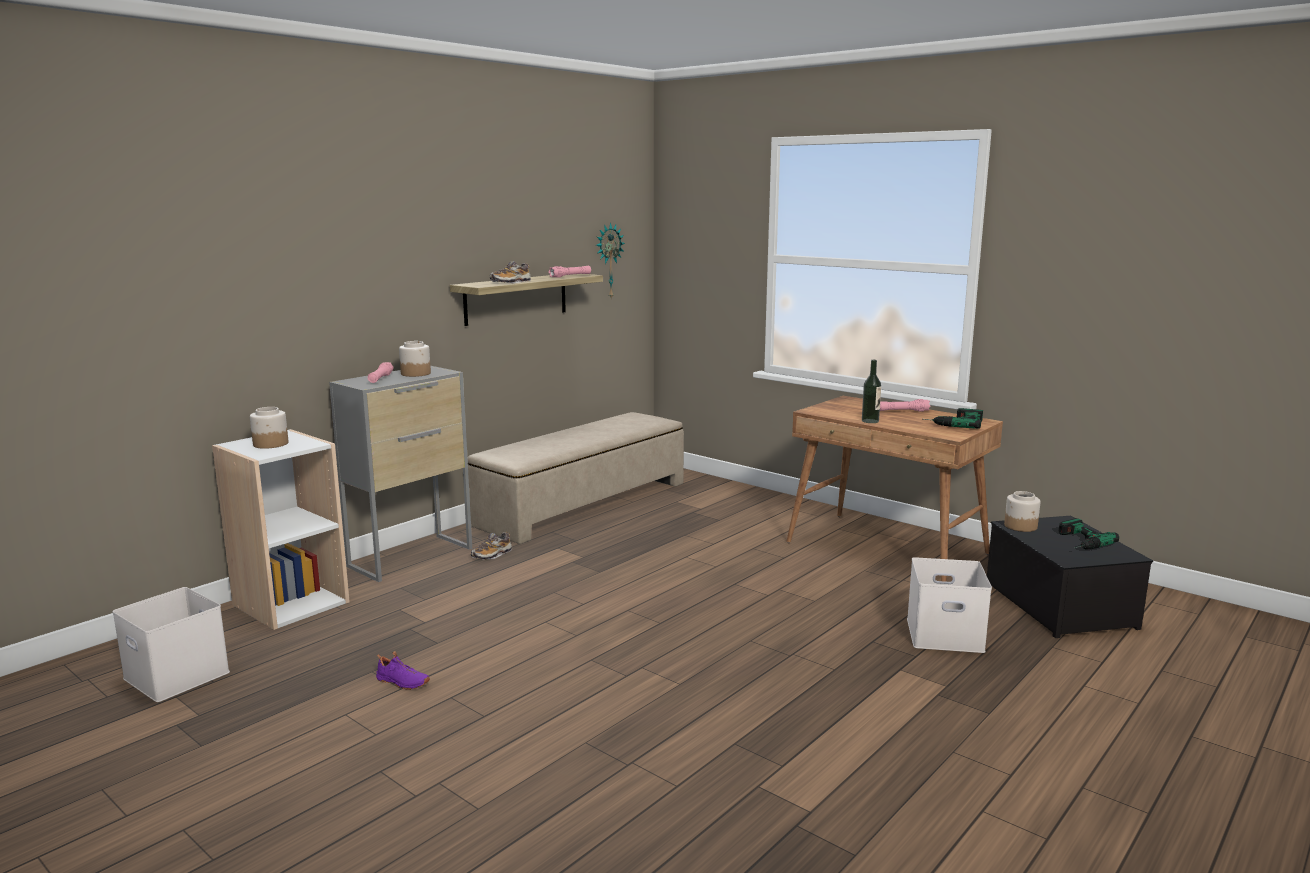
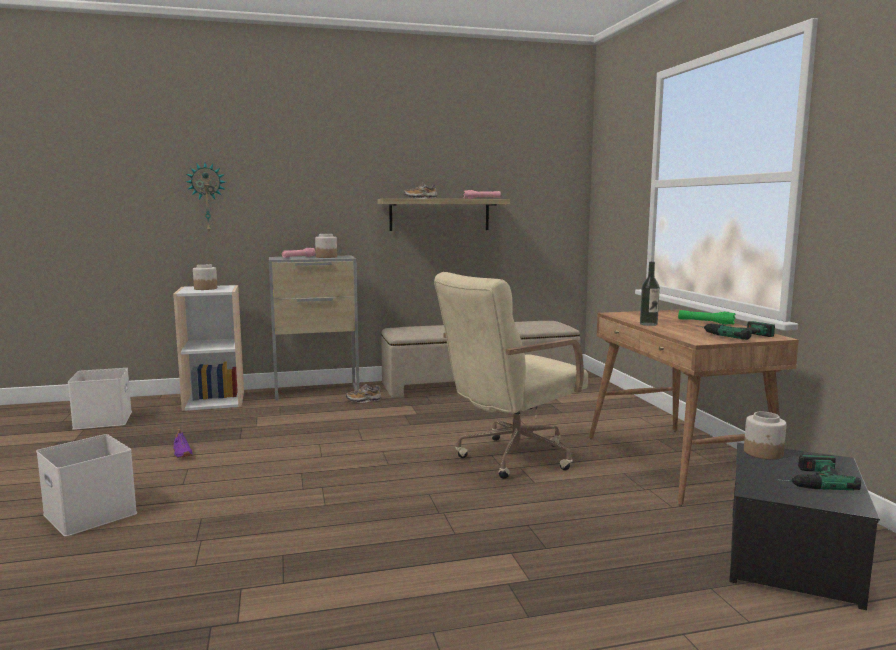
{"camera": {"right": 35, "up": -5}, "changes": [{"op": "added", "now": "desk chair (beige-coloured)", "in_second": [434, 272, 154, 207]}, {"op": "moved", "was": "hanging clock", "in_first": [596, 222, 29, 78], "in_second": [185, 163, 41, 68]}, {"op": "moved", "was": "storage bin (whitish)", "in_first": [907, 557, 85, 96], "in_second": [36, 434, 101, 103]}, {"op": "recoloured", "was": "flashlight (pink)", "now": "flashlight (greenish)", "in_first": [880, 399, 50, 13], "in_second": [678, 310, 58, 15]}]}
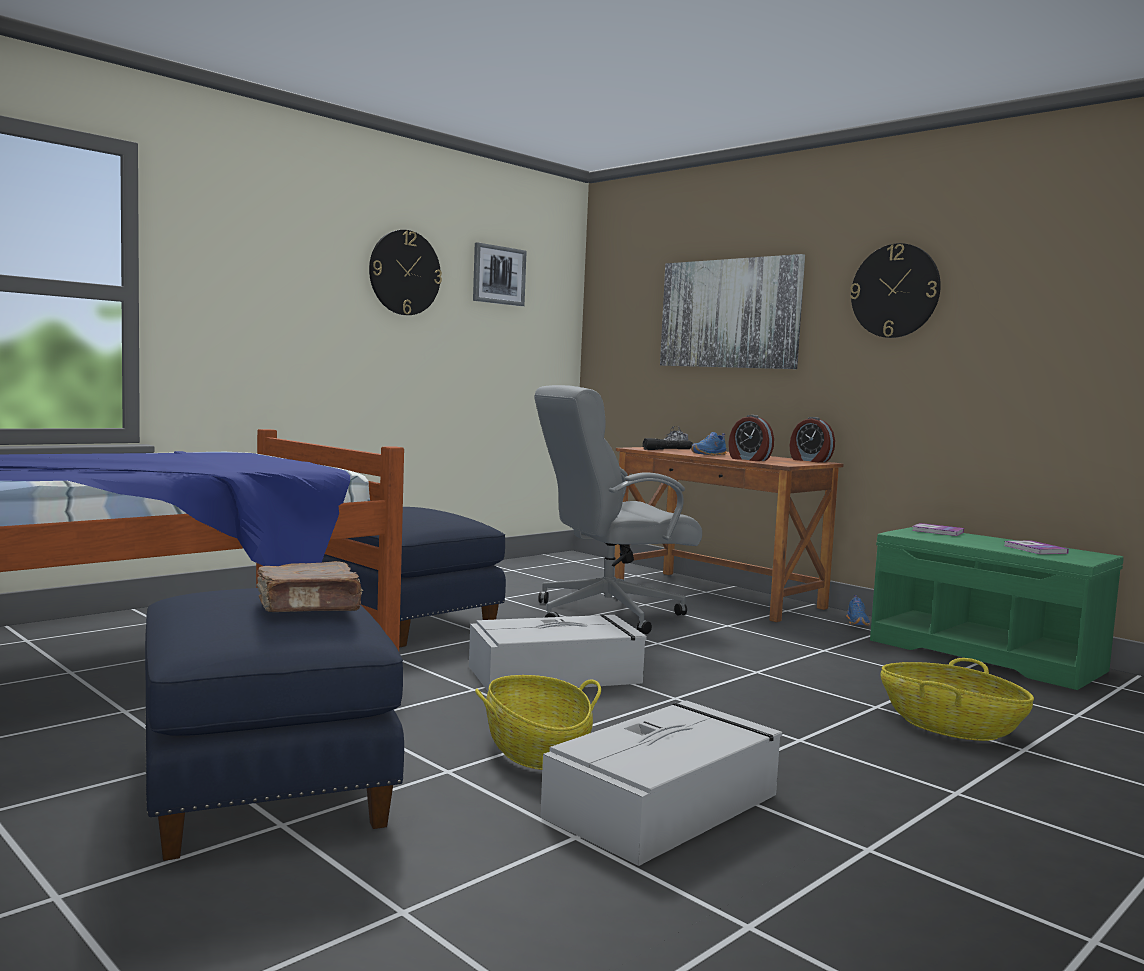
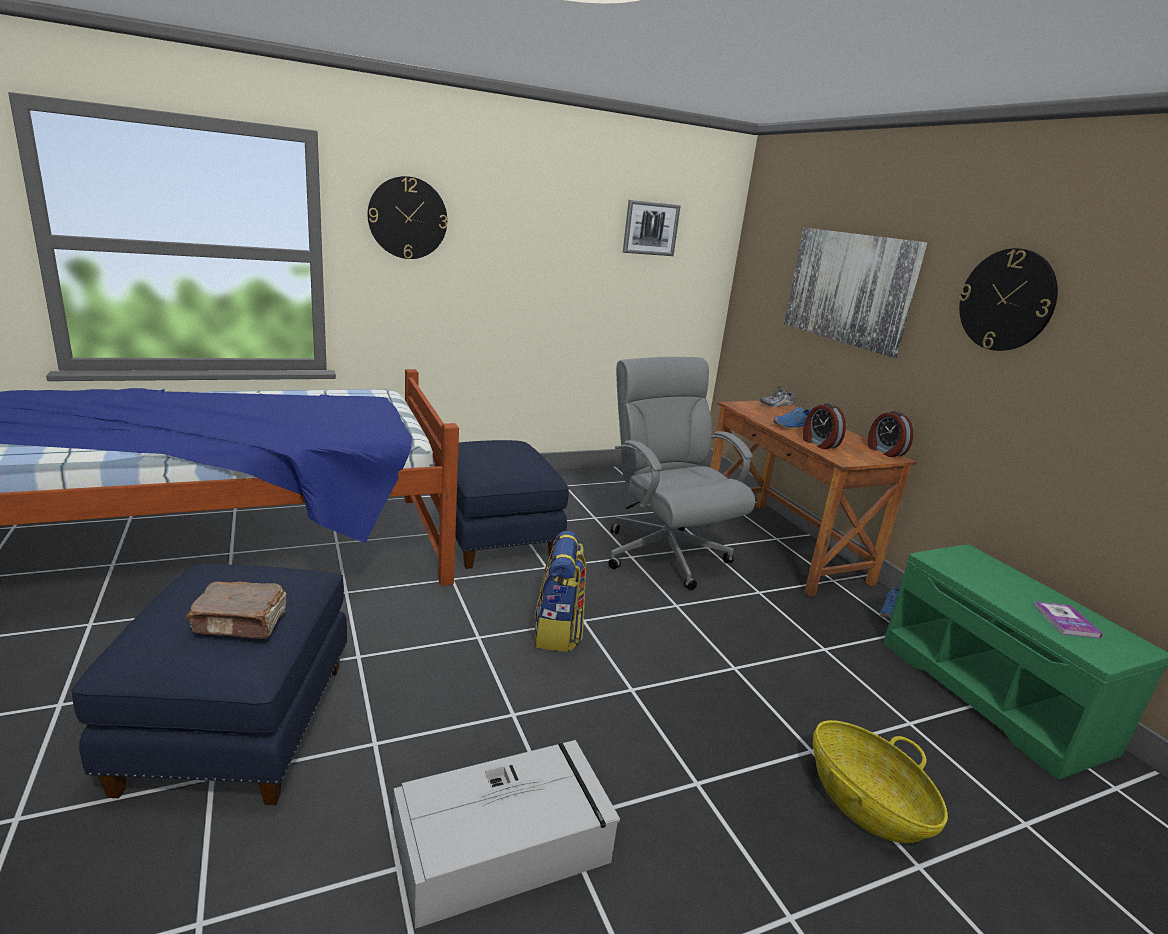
{"camera": {"right": 20, "up": 15}, "changes": [{"op": "removed", "was": "household basket", "in_first": [475, 675, 126, 95]}, {"op": "removed", "was": "flashlight (black)", "in_first": [643, 438, 50, 12]}, {"op": "removed", "was": "bound book", "in_first": [912, 523, 52, 13]}, {"op": "moved", "was": "hanging clock", "in_first": [369, 230, 73, 85], "in_second": [367, 176, 80, 83]}, {"op": "replaced", "was": "storage bin (grey)", "now": "backpack", "in_first": [469, 614, 178, 77], "in_second": [533, 531, 53, 121]}, {"op": "turned", "was": "desk chair (grey)", "in_first": [534, 385, 168, 249], "in_second": [608, 357, 147, 233], "clockwise": 60}]}
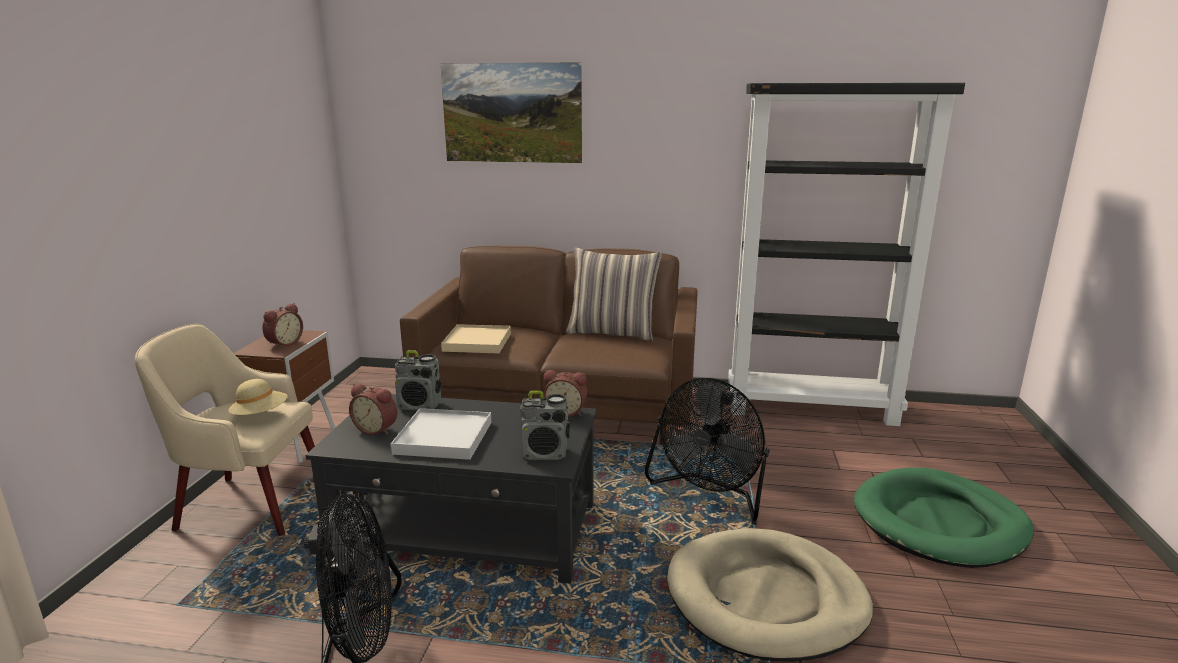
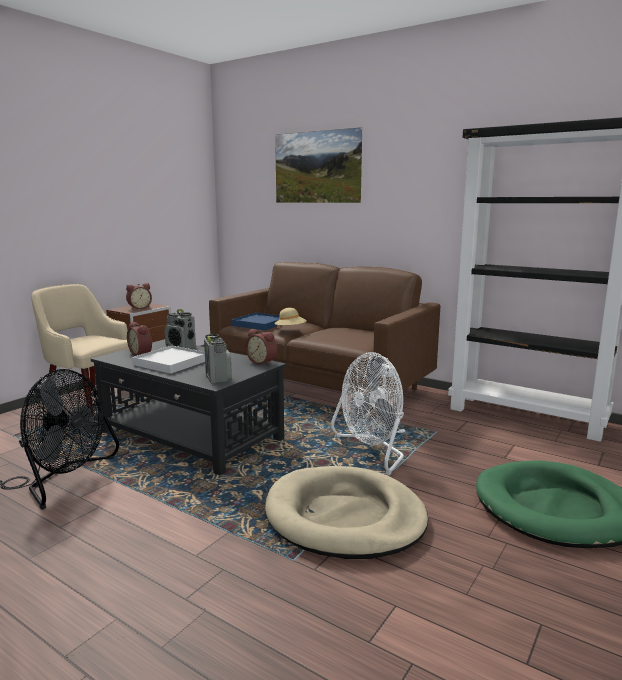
{"camera": {"right": 25, "up": -5}, "changes": [{"op": "removed", "was": "pillow", "in_first": [566, 248, 96, 93]}, {"op": "moved", "was": "hat (beige-coloured)", "in_first": [228, 379, 60, 36], "in_second": [274, 308, 33, 20]}, {"op": "recoloured", "was": "tray (beige-coloured)", "now": "tray (blue-coloured)", "in_first": [441, 324, 70, 29], "in_second": [231, 312, 48, 18]}, {"op": "recoloured", "was": "electric fan (black)", "now": "electric fan (whitish)", "in_first": [645, 378, 125, 147], "in_second": [331, 352, 76, 124]}, {"op": "turned", "was": "radio set", "in_first": [520, 391, 50, 69], "in_second": [204, 334, 28, 50], "clockwise": -135}]}
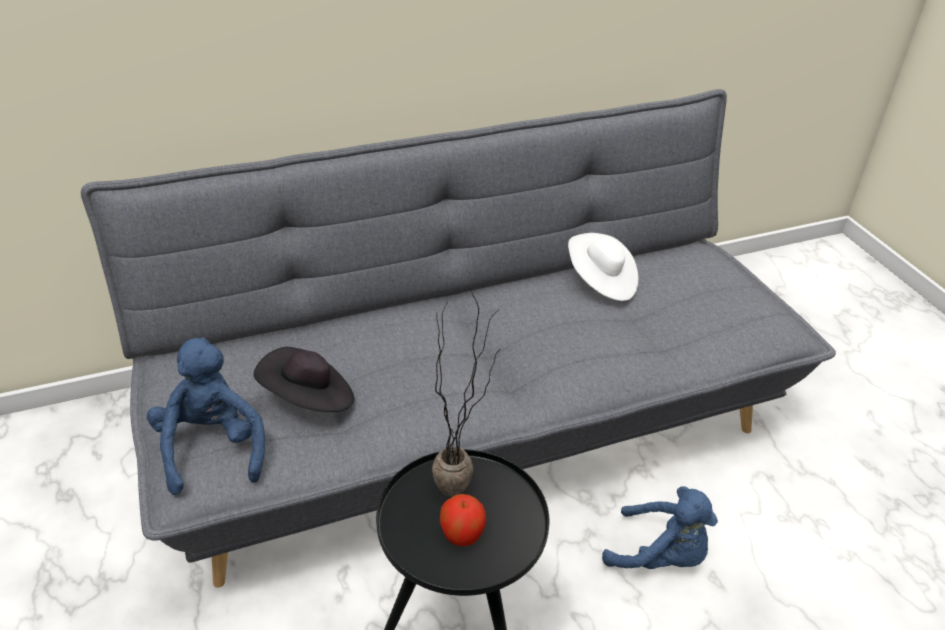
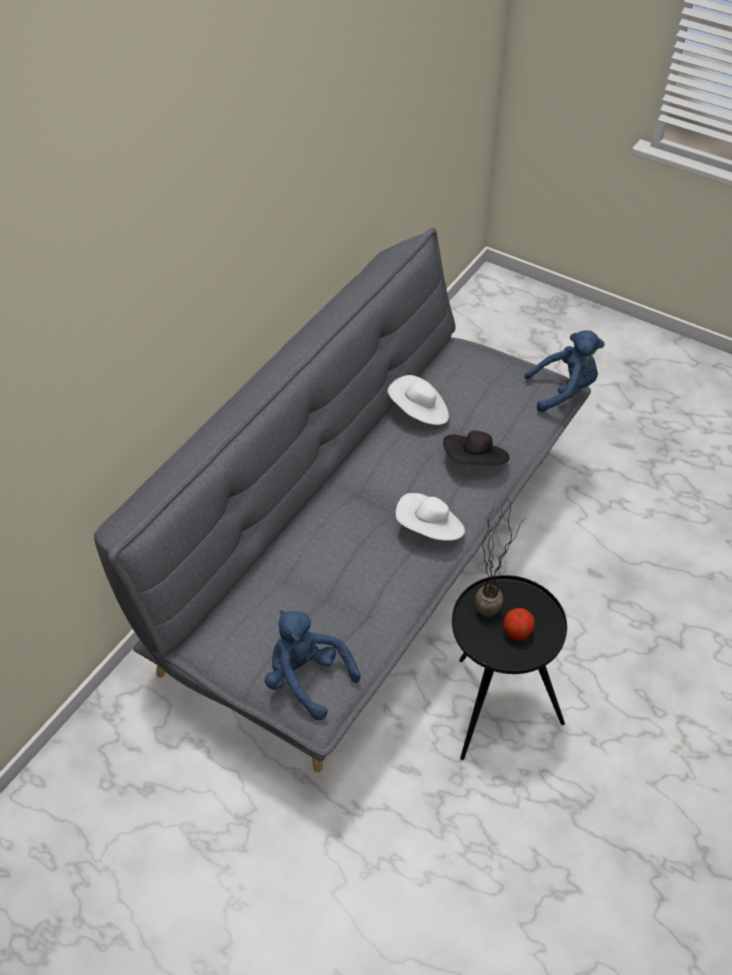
{"camera": {"right": -35, "up": 10}, "changes": [{"op": "added", "now": "hat (whitish)", "in_second": [396, 493, 69, 48]}, {"op": "moved", "was": "hat (black)", "in_first": [253, 347, 102, 65], "in_second": [443, 430, 66, 36]}, {"op": "moved", "was": "plush toy (blue-coloured)", "in_first": [602, 486, 116, 83], "in_second": [524, 330, 80, 82]}]}
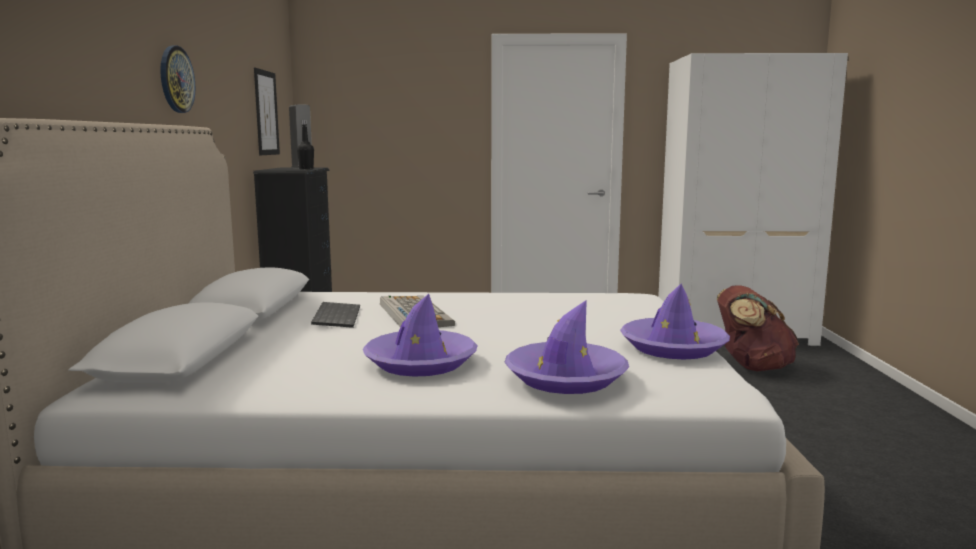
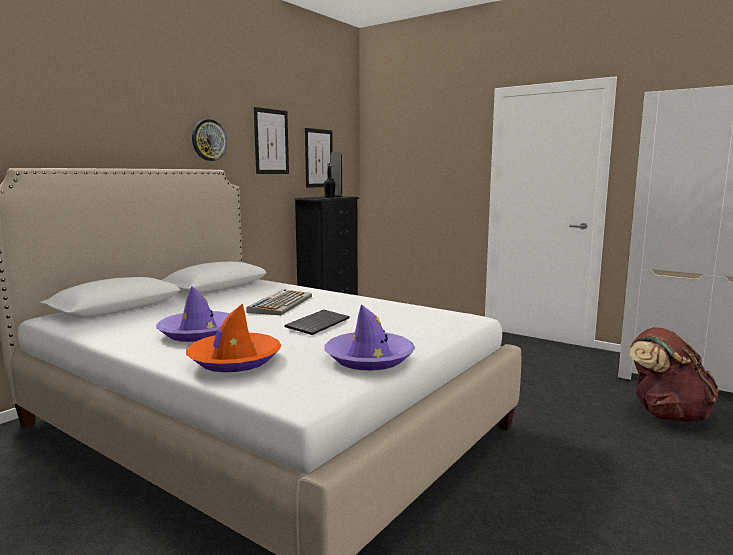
{"camera": {"right": 35, "up": 0}, "changes": [{"op": "added", "now": "wall picture", "in_second": [254, 107, 35, 67]}, {"op": "moved", "was": "keyboard", "in_first": [311, 302, 49, 26], "in_second": [285, 310, 65, 25]}, {"op": "recoloured", "was": "hat (purplish)", "now": "hat (orange)", "in_first": [504, 300, 125, 94], "in_second": [186, 303, 96, 69]}]}
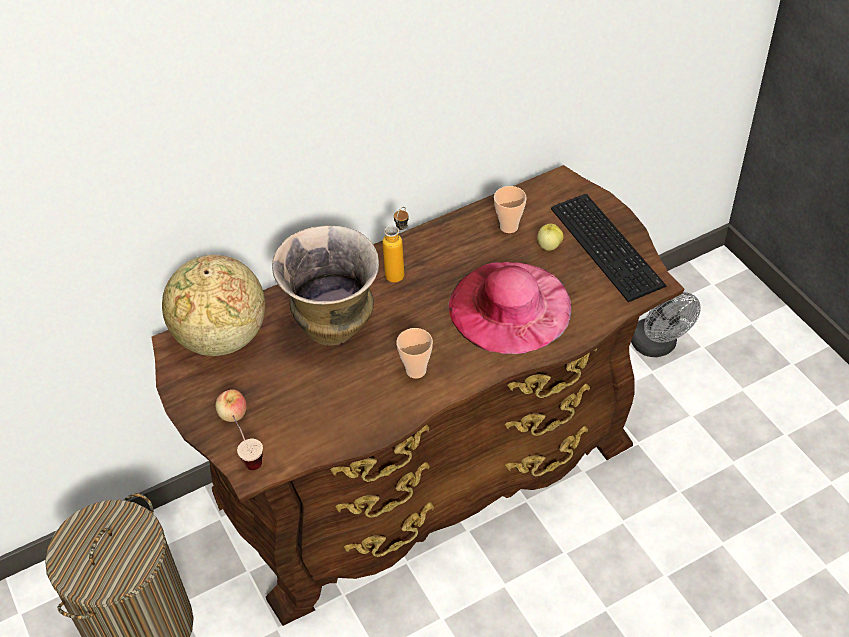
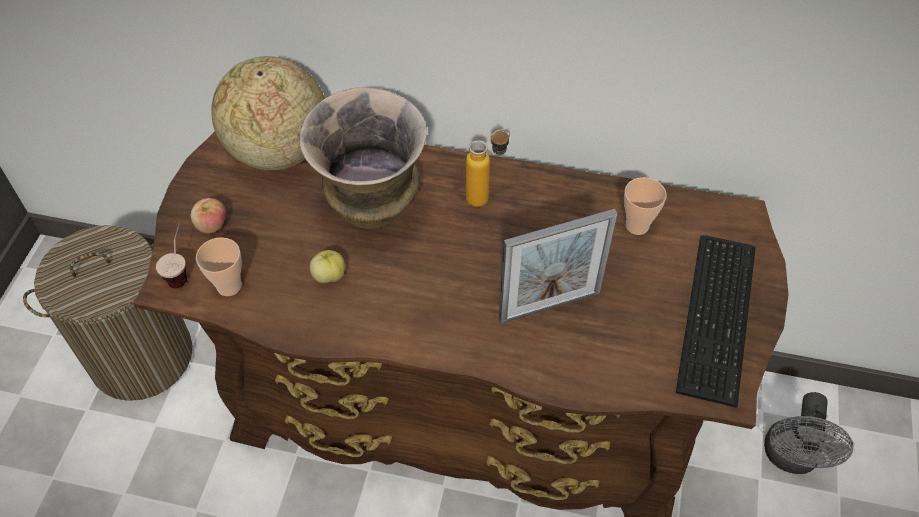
{"camera": {"right": 40, "up": 5}, "changes": [{"op": "moved", "was": "small cup", "in_first": [396, 328, 37, 51], "in_second": [196, 237, 45, 59]}, {"op": "moved", "was": "apple", "in_first": [537, 224, 27, 27], "in_second": [310, 250, 35, 33]}, {"op": "replaced", "was": "hat (pink)", "now": "picture frame", "in_first": [449, 262, 122, 92], "in_second": [499, 209, 119, 115]}]}
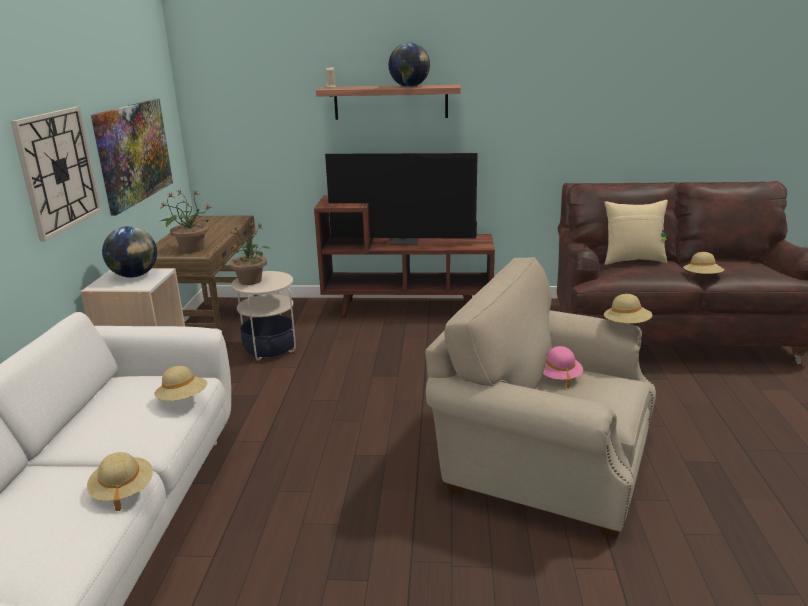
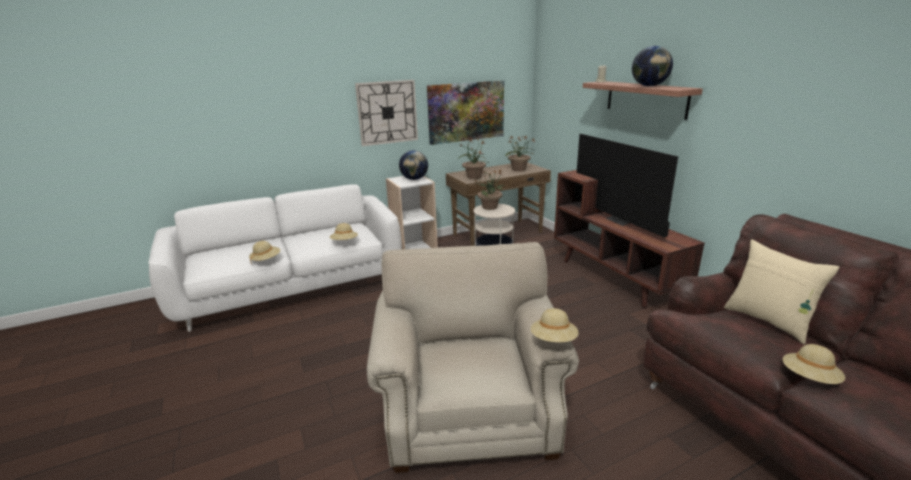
{"camera": {"right": 60, "up": 0}, "changes": [{"op": "removed", "was": "hat (pink)", "in_first": [543, 346, 40, 42]}, {"op": "added", "now": "potted plant", "in_second": [506, 136, 28, 35]}]}
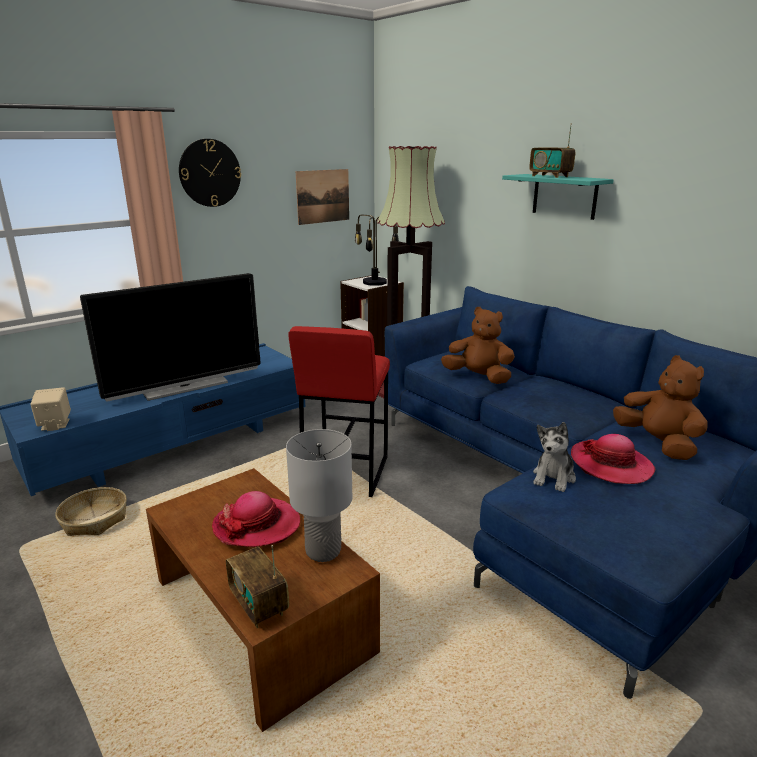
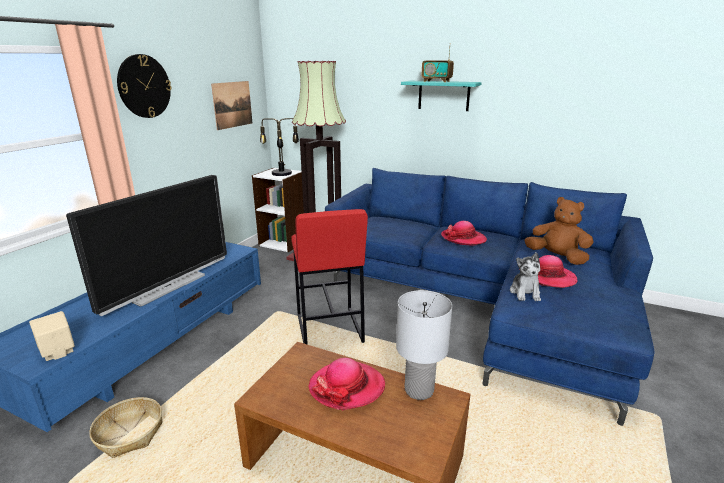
{"camera": {"right": -25, "up": 0}, "changes": [{"op": "removed", "was": "radio set", "in_first": [226, 545, 63, 83]}, {"op": "removed", "was": "plush toy (brownish)", "in_first": [441, 307, 74, 77]}, {"op": "added", "now": "hat", "in_second": [441, 221, 46, 25]}]}
